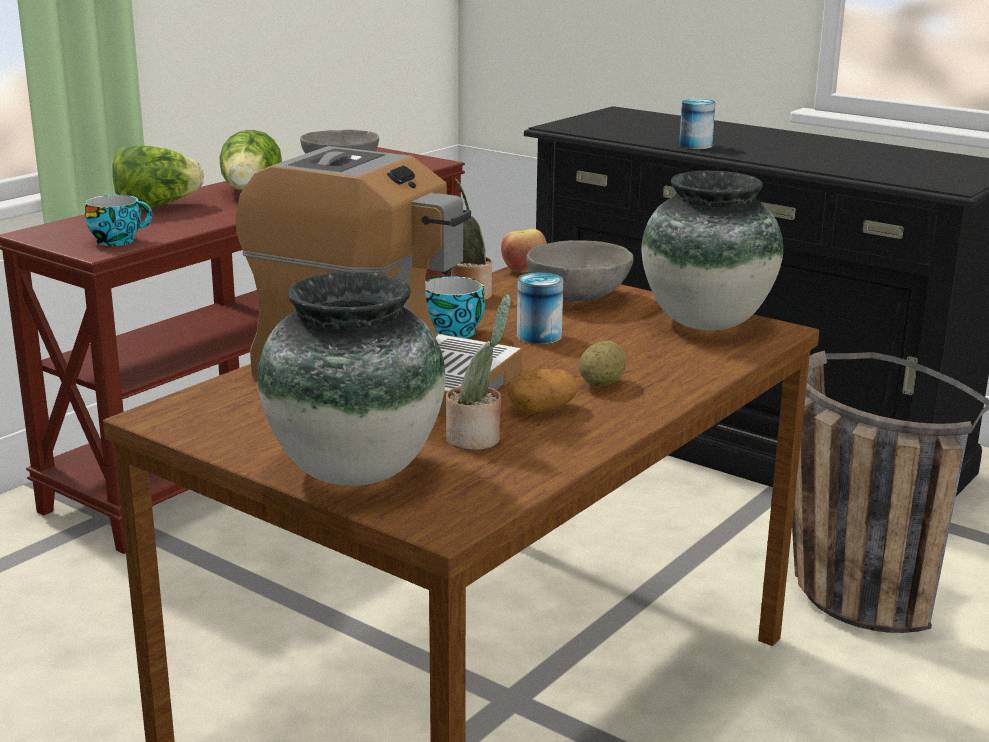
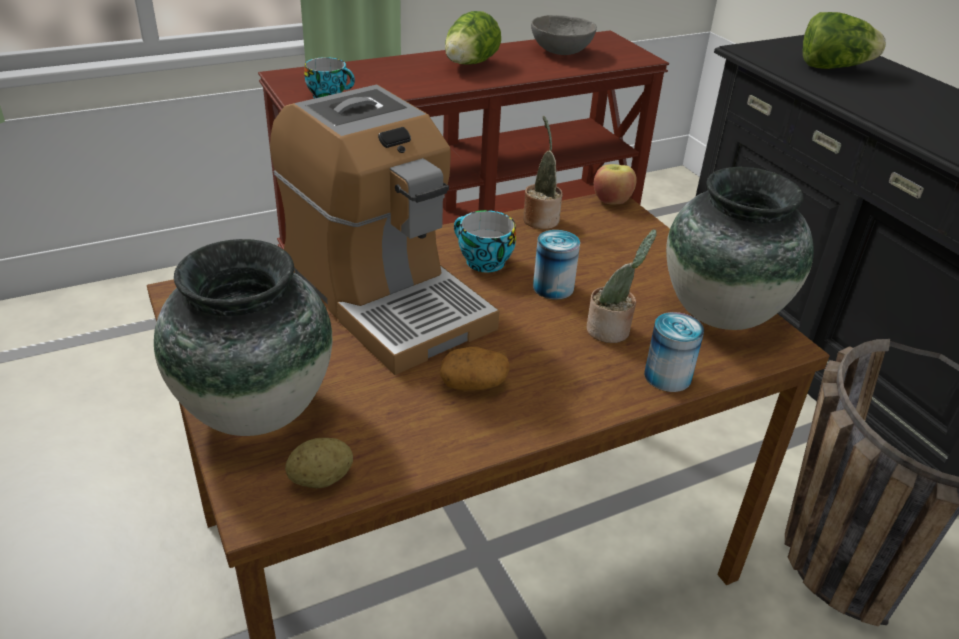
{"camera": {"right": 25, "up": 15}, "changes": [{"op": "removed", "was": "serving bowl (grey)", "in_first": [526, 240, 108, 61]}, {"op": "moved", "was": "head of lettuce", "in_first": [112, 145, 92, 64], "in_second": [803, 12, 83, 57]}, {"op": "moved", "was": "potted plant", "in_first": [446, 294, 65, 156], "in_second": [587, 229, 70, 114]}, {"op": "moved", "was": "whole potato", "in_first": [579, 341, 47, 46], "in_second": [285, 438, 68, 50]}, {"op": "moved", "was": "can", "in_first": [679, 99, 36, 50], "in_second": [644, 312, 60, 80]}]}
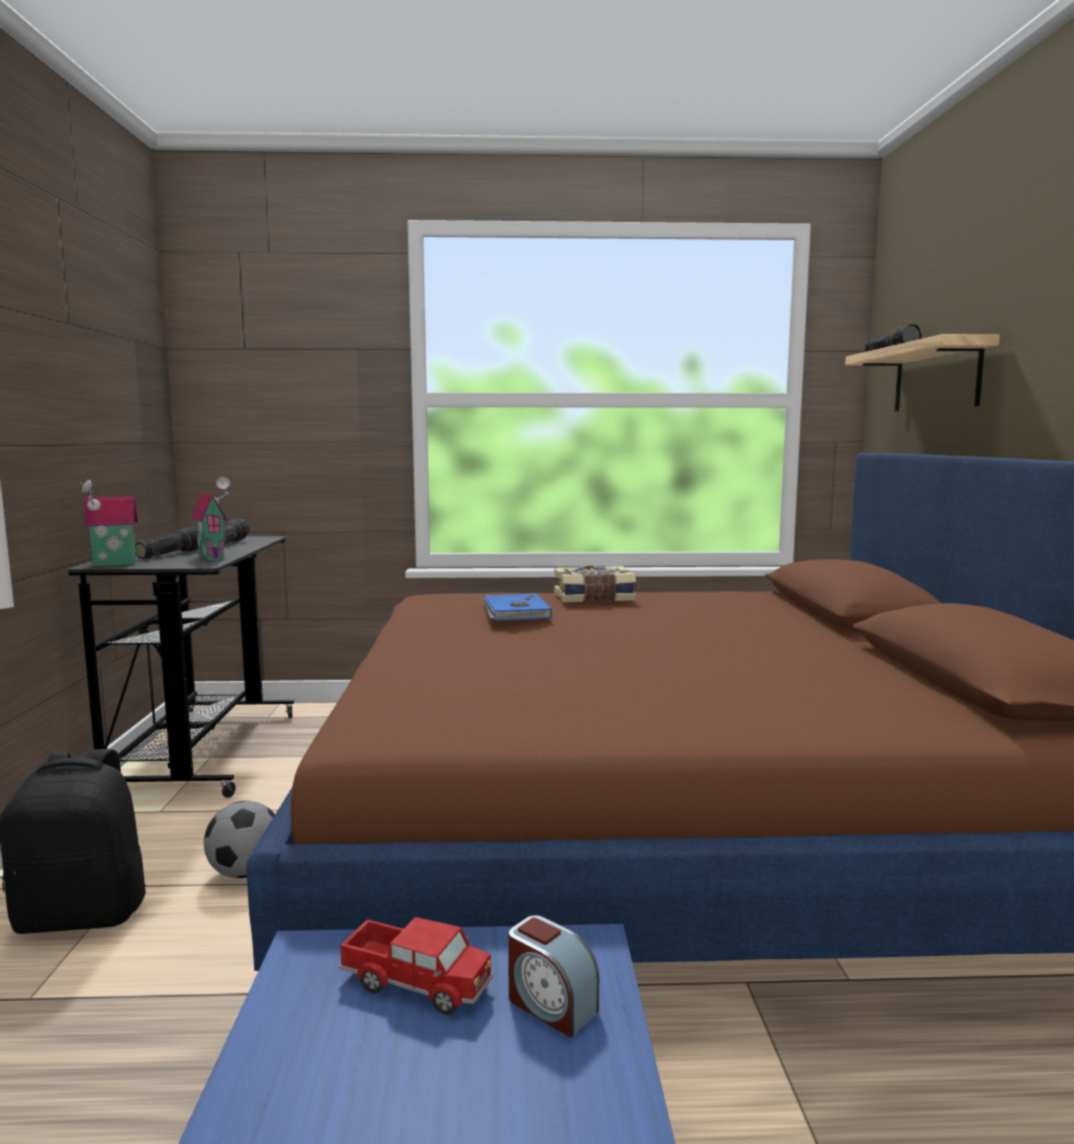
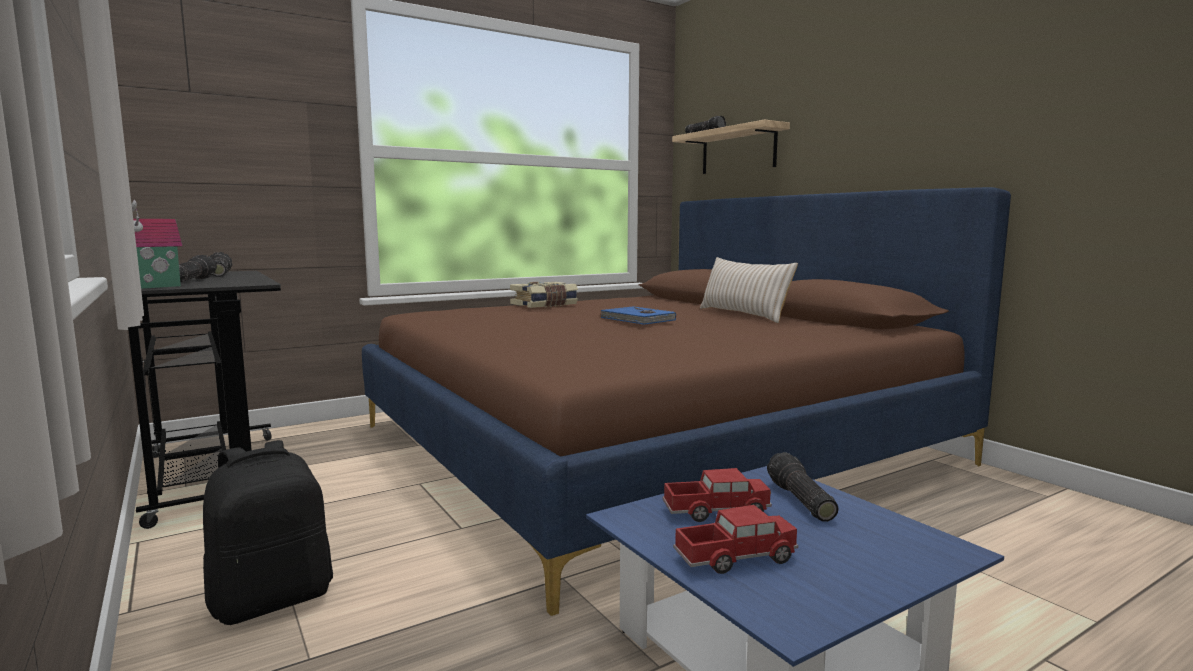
{"camera": {"right": -30, "up": 0}, "changes": [{"op": "removed", "was": "model house", "in_first": [191, 477, 39, 83]}, {"op": "removed", "was": "football ball", "in_first": [204, 801, 71, 77]}, {"op": "added", "now": "toy lorry", "in_second": [673, 505, 125, 69]}, {"op": "added", "now": "pillow (beige-coloured)", "in_second": [700, 257, 98, 66]}, {"op": "moved", "was": "bound book (blue-coloured)", "in_first": [483, 593, 69, 28], "in_second": [600, 306, 76, 19]}, {"op": "replaced", "was": "alarm clock", "now": "flashlight", "in_first": [508, 915, 91, 122], "in_second": [767, 452, 71, 70]}]}
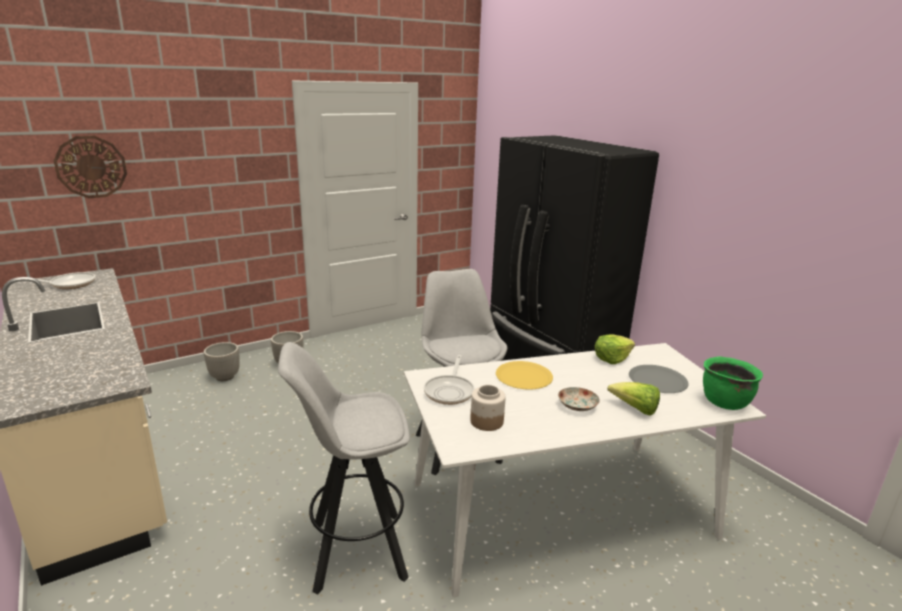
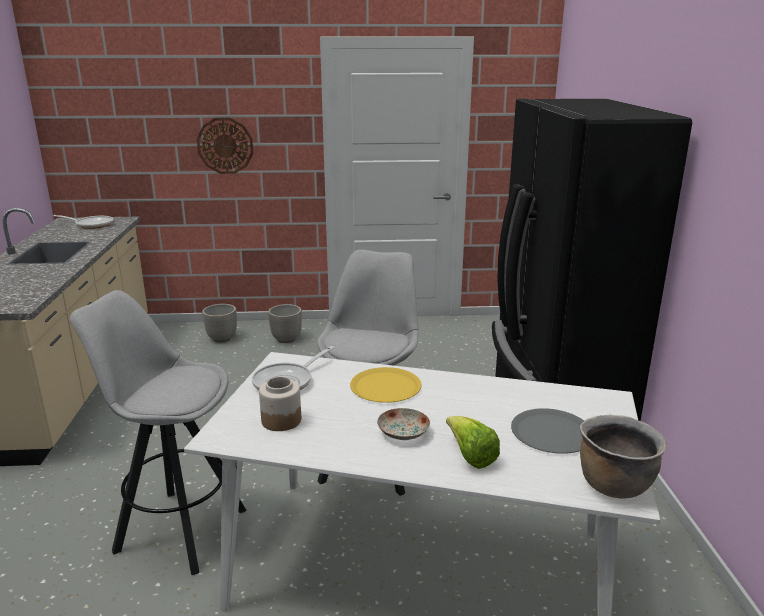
{"camera": {"right": 30, "up": 0}, "changes": [{"op": "removed", "was": "head of lettuce", "in_first": [595, 334, 40, 30]}, {"op": "moved", "was": "hanging clock", "in_first": [54, 136, 73, 62], "in_second": [197, 118, 56, 56]}, {"op": "recoloured", "was": "cooking pot (greenish)", "now": "cooking pot (brownish)", "in_first": [703, 356, 60, 54], "in_second": [580, 415, 87, 83]}]}
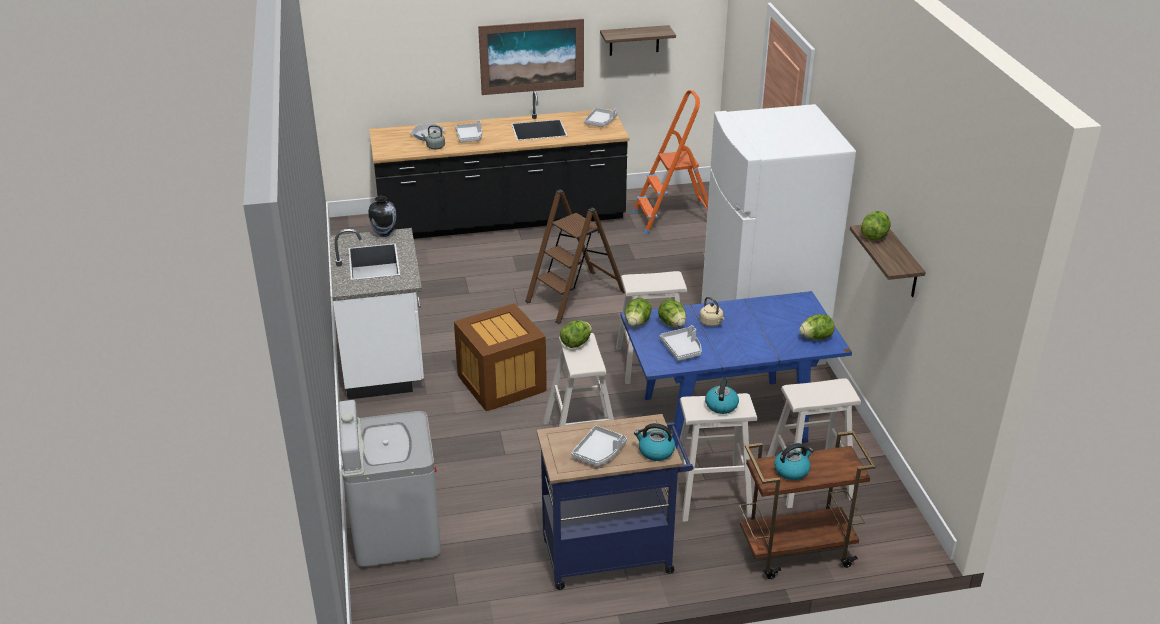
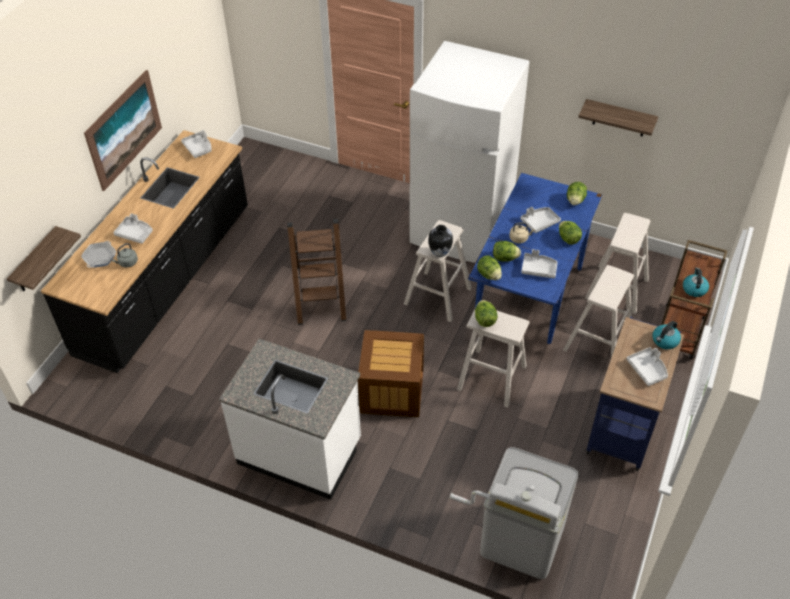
{"camera": {"right": -55, "up": 15}, "changes": [{"op": "removed", "was": "step stool (orange)", "in_first": [632, 90, 76, 144]}, {"op": "removed", "was": "water kettle", "in_first": [705, 377, 34, 37]}, {"op": "added", "now": "tray (grey)", "in_second": [521, 207, 40, 26]}, {"op": "moved", "was": "flower vase", "in_first": [368, 196, 29, 41], "in_second": [429, 225, 24, 32]}, {"op": "moved", "was": "shelf", "in_first": [600, 25, 76, 31], "in_second": [7, 226, 74, 66]}, {"op": "moved", "was": "head of lettuce", "in_first": [861, 211, 30, 30], "in_second": [559, 221, 23, 24]}]}
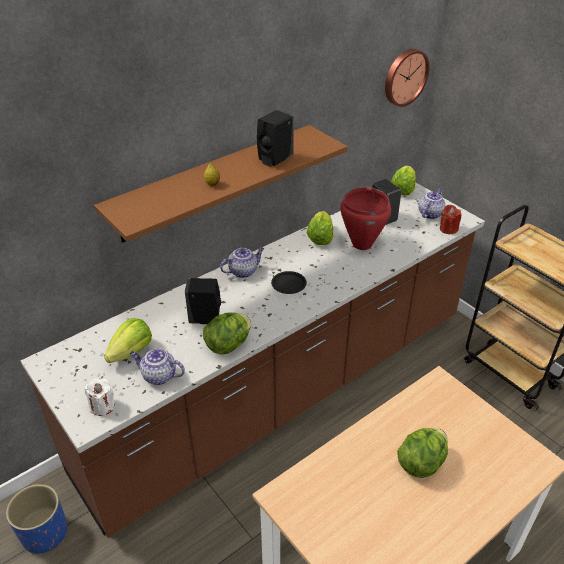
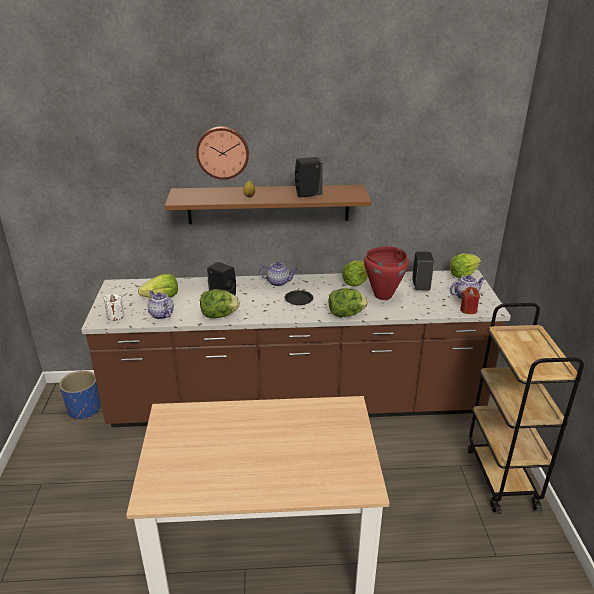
{"camera": {"right": 35, "up": -10}, "changes": [{"op": "moved", "was": "hanging clock", "in_first": [385, 49, 44, 58], "in_second": [196, 126, 53, 54]}, {"op": "moved", "was": "head of lettuce", "in_first": [397, 428, 51, 50], "in_second": [329, 288, 39, 29]}]}
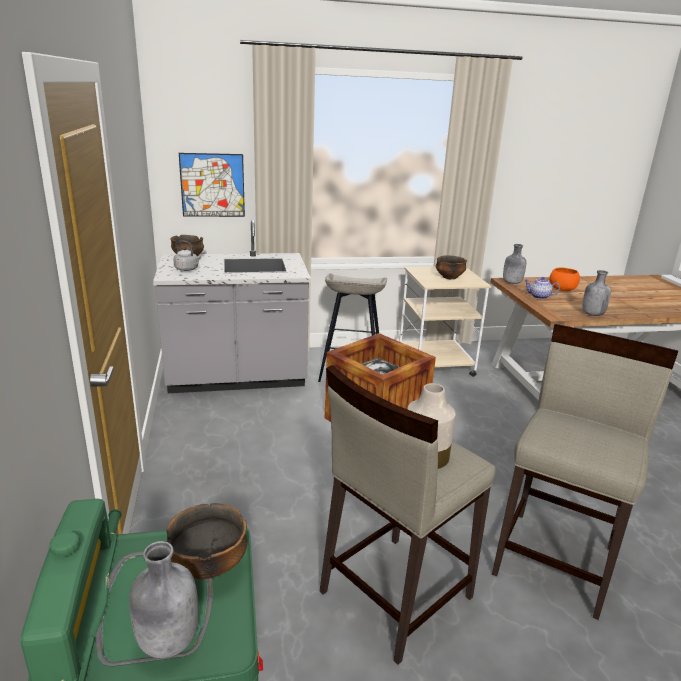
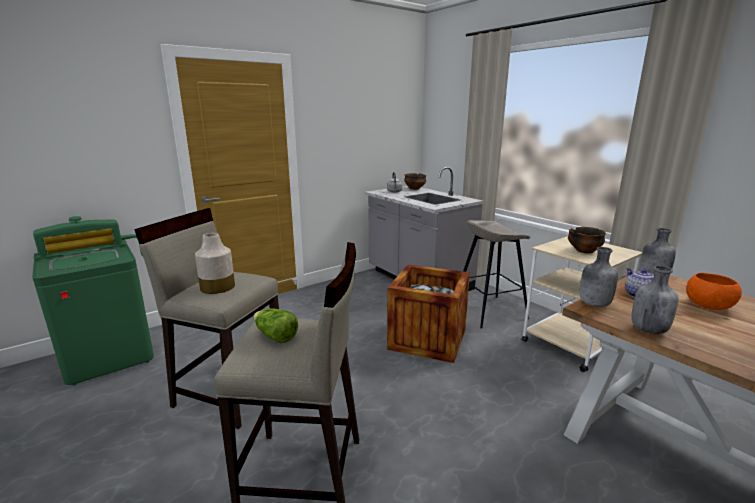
{"camera": {"right": 65, "up": -5}, "changes": [{"op": "removed", "was": "serving bowl", "in_first": [166, 503, 81, 76]}, {"op": "removed", "was": "wall picture", "in_first": [179, 153, 66, 64]}, {"op": "added", "now": "head of lettuce", "in_second": [254, 308, 44, 35]}, {"op": "moved", "was": "beverage bottle (grey)", "in_first": [129, 541, 69, 117], "in_second": [580, 247, 38, 60]}]}
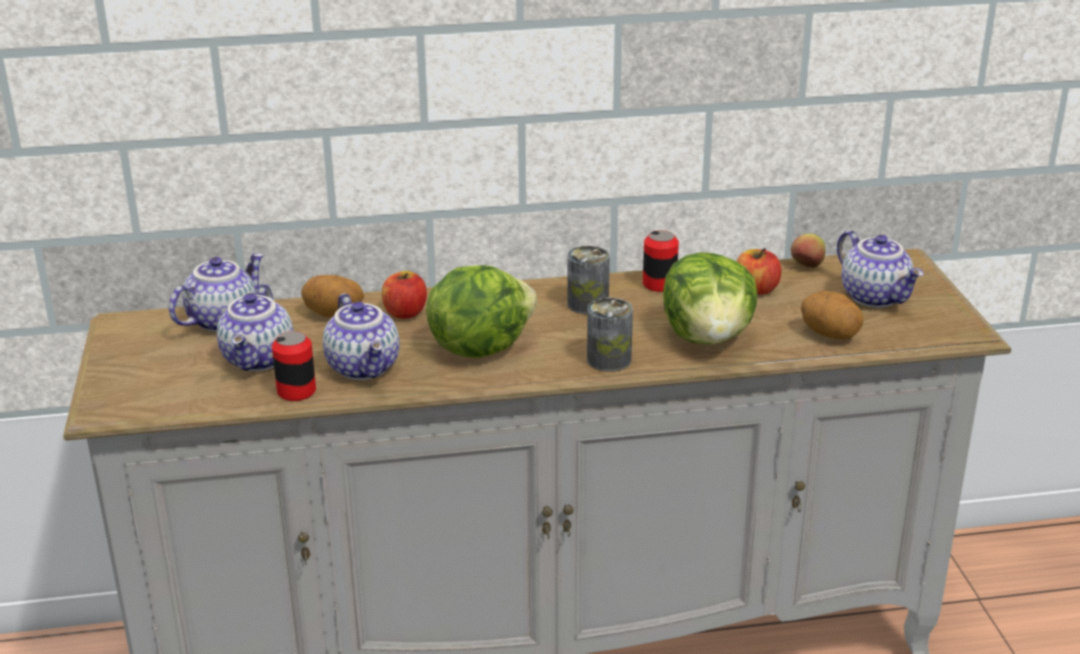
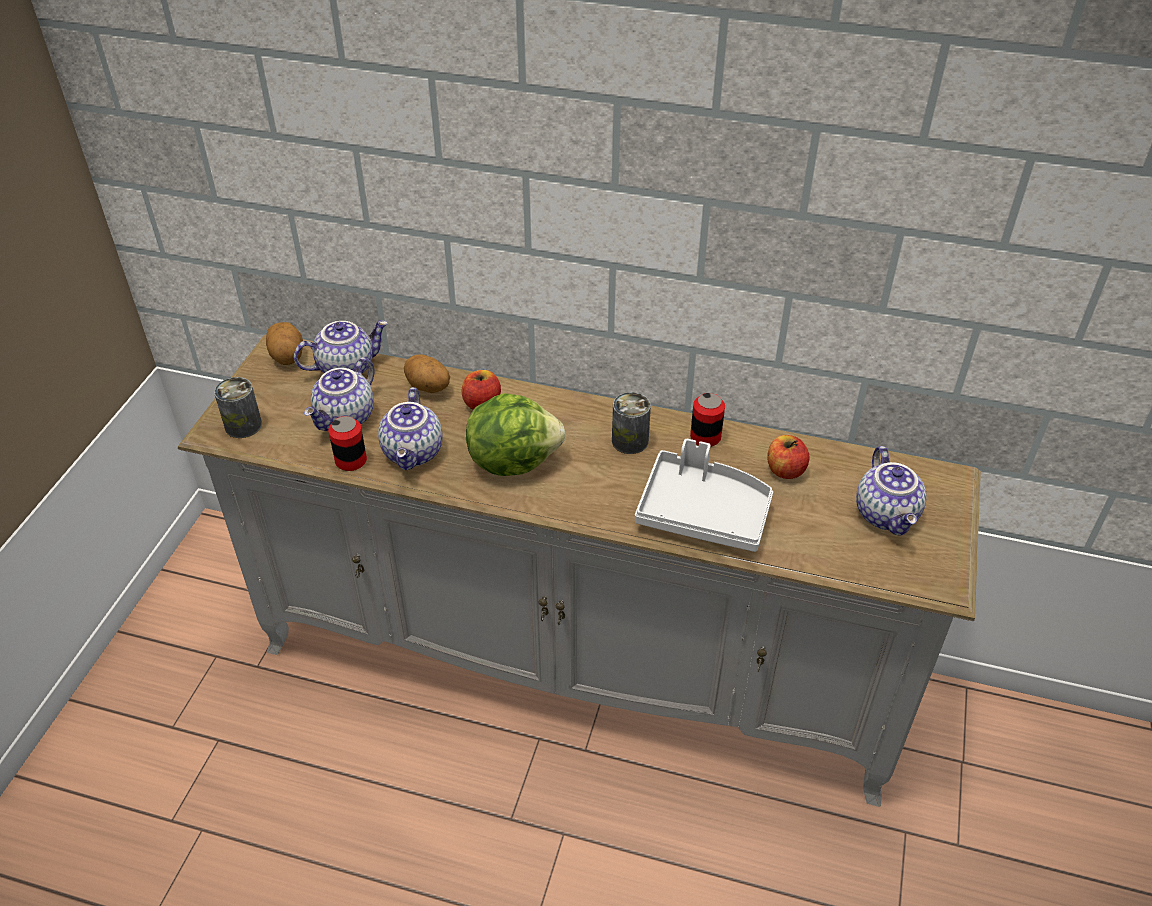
{"camera": {"right": 25, "up": 15}, "changes": [{"op": "removed", "was": "apple", "in_first": [791, 234, 35, 34]}, {"op": "moved", "was": "can", "in_first": [587, 298, 46, 74], "in_second": [214, 377, 48, 61]}, {"op": "moved", "was": "whole potato", "in_first": [801, 291, 63, 49], "in_second": [266, 322, 37, 43]}, {"op": "replaced", "was": "head of lettuce", "now": "tray (grey)", "in_first": [663, 252, 94, 92], "in_second": [635, 439, 138, 113]}]}
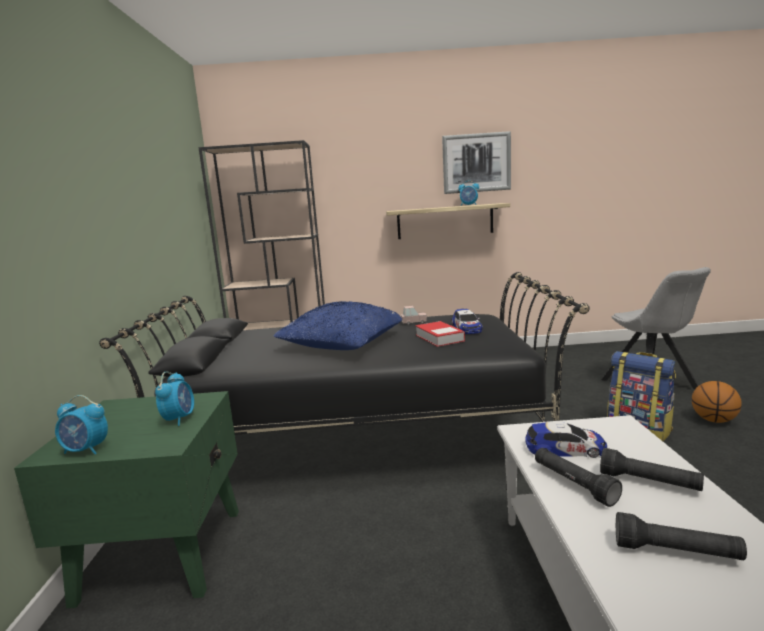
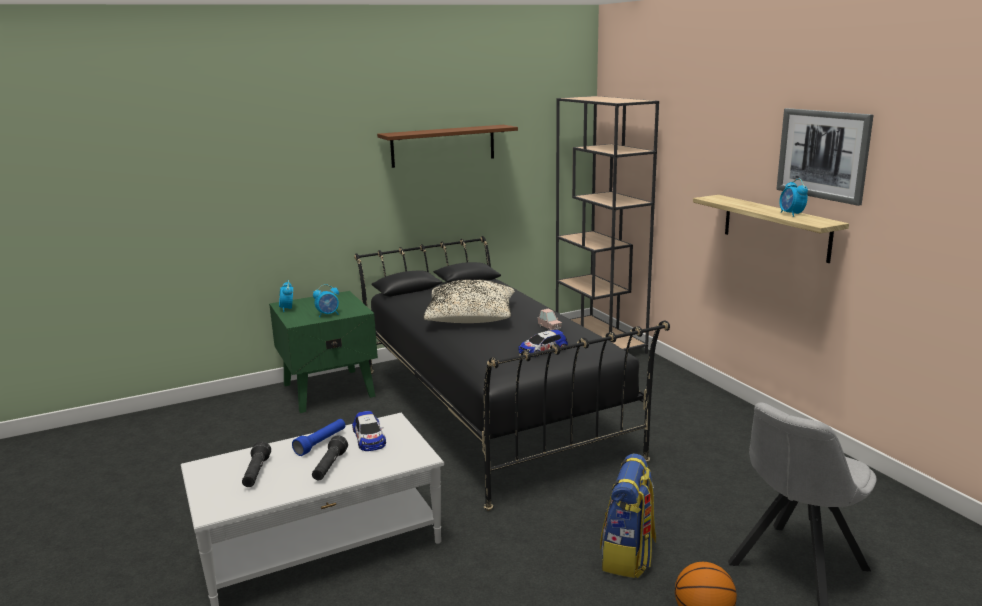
{"camera": {"right": 65, "up": 5}, "changes": [{"op": "removed", "was": "bound book", "in_first": [415, 321, 50, 26]}, {"op": "added", "now": "shelf (brownish)", "in_second": [377, 125, 141, 43]}, {"op": "recoloured", "was": "pillow (blue-coloured)", "now": "pillow (beige-coloured)", "in_first": [274, 301, 128, 49], "in_second": [423, 279, 92, 44]}, {"op": "recoloured", "was": "flashlight (black)", "now": "flashlight (blue-coloured)", "in_first": [535, 448, 87, 59], "in_second": [292, 419, 54, 37]}]}
